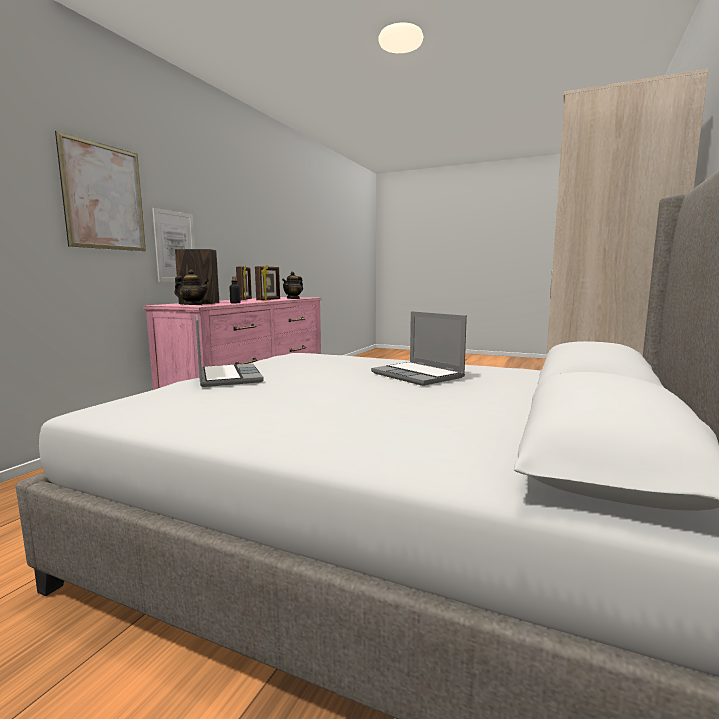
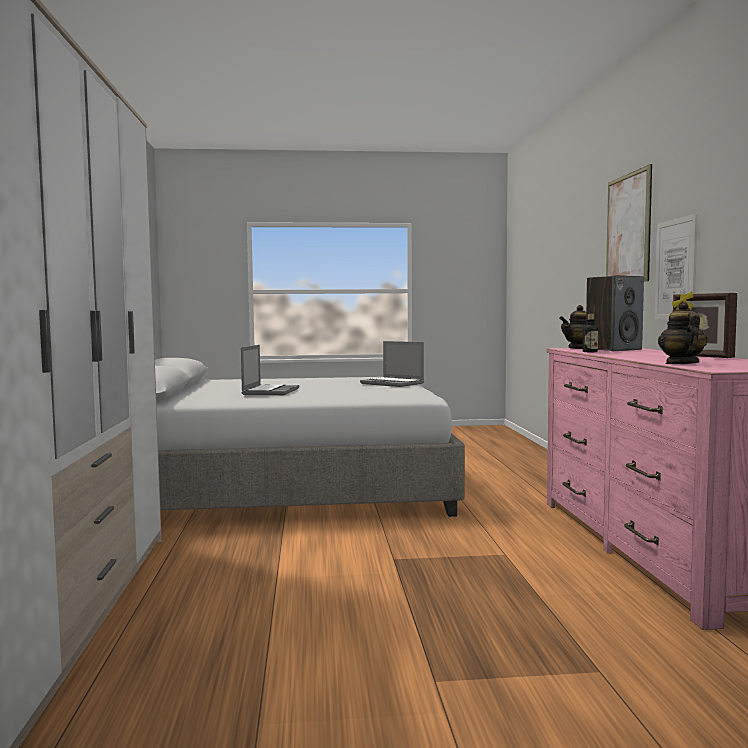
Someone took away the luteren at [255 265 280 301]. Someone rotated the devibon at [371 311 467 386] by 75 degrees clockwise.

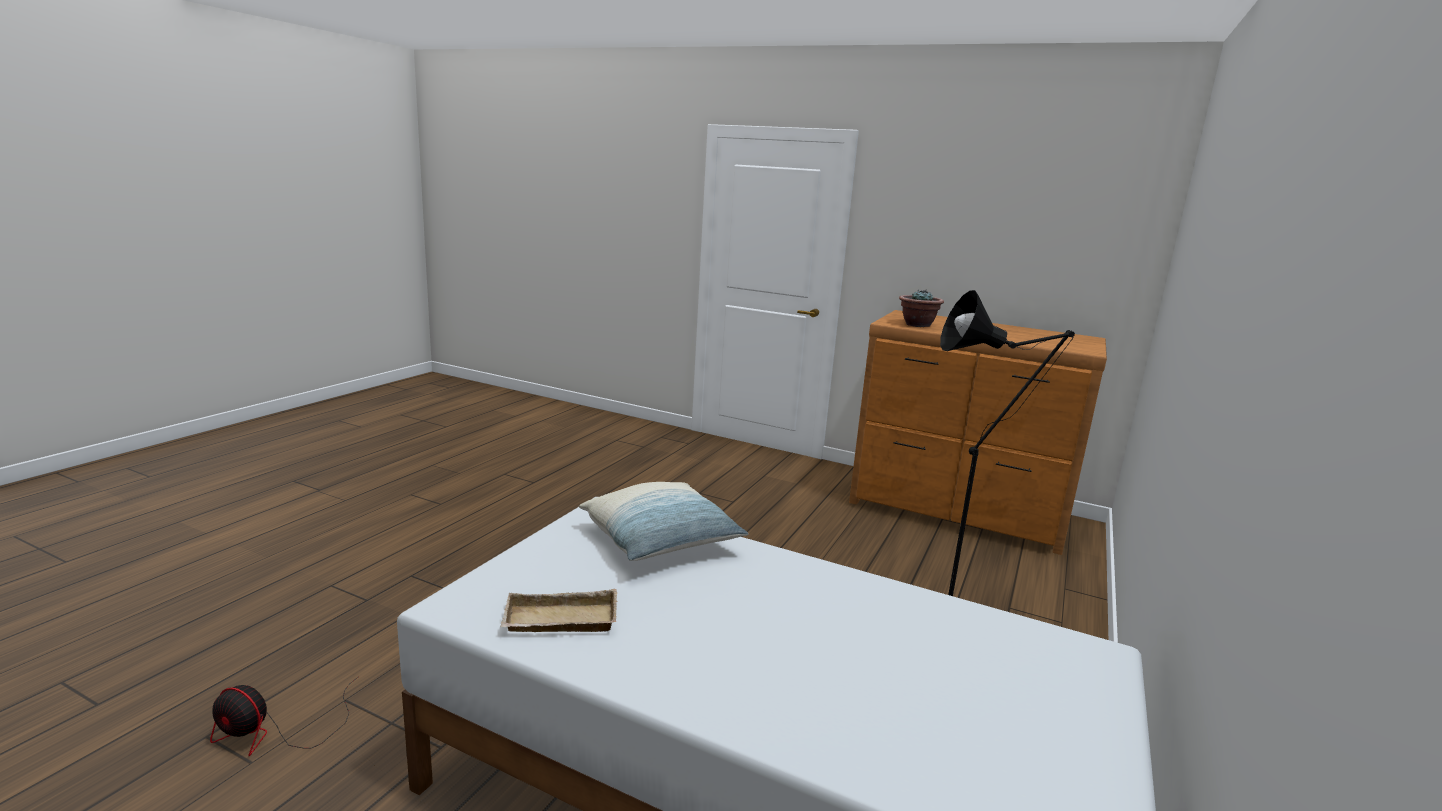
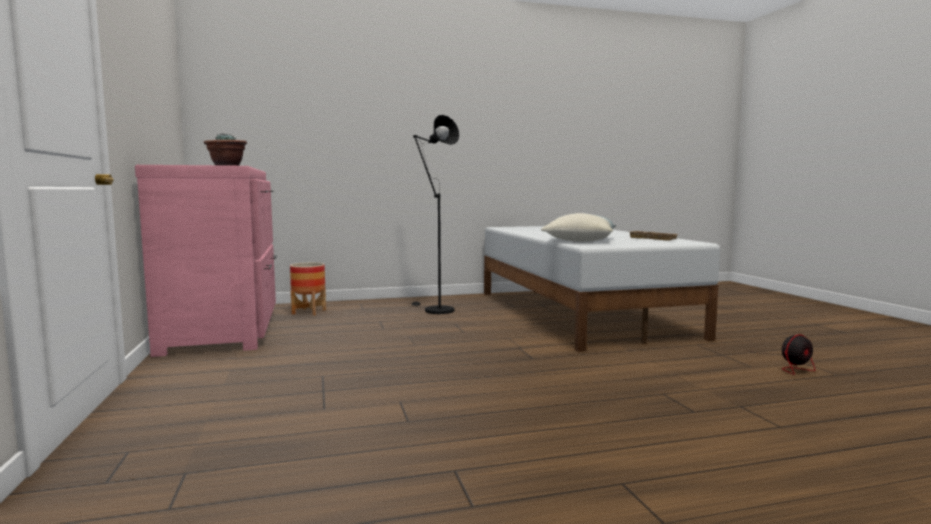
Someone rotated the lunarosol at [210 677 358 756] by 90 degrees clockwise. Someone repainted the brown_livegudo at [849 310 1107 555], which became the pink_livegudo at [135 165 277 357]. Someone put down the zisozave at [290 262 326 316].

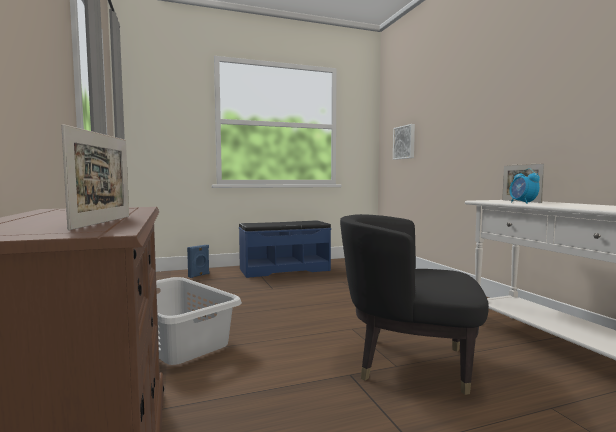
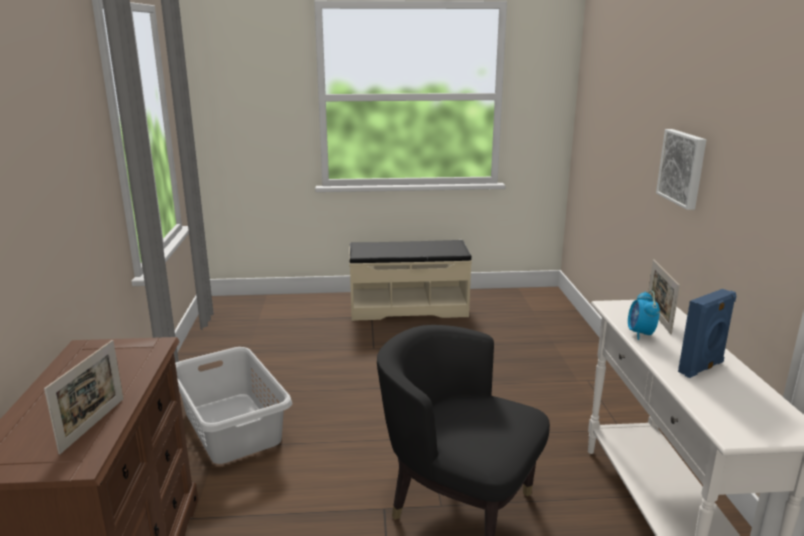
Someone carried the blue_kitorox from [187 245 210 278] to [678 289 736 378]. Someone repainted the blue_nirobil at [239 220 331 278], which became the beige_nirobil at [349 240 472 321]. Someone carried the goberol from [393 124 415 160] to [656 129 706 210].

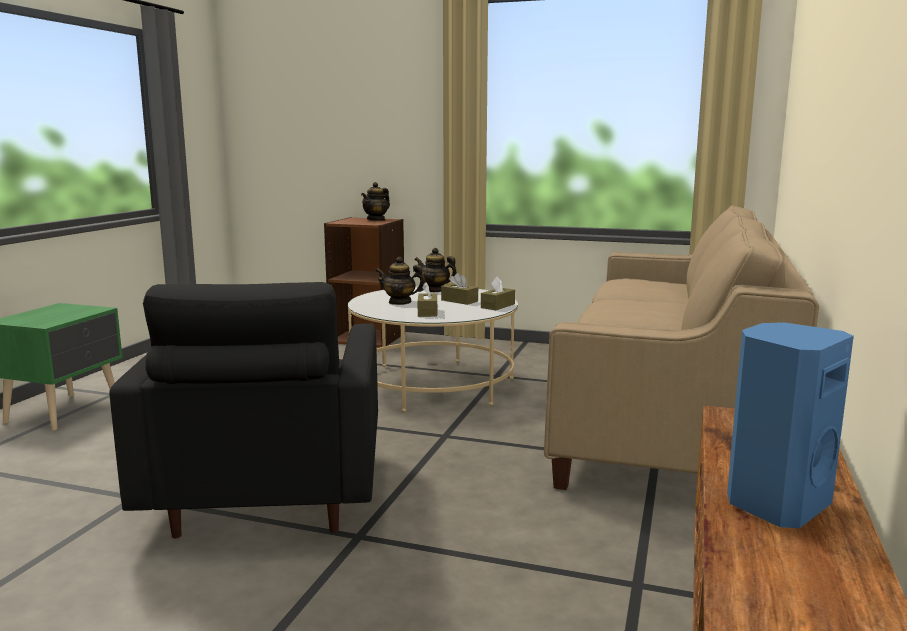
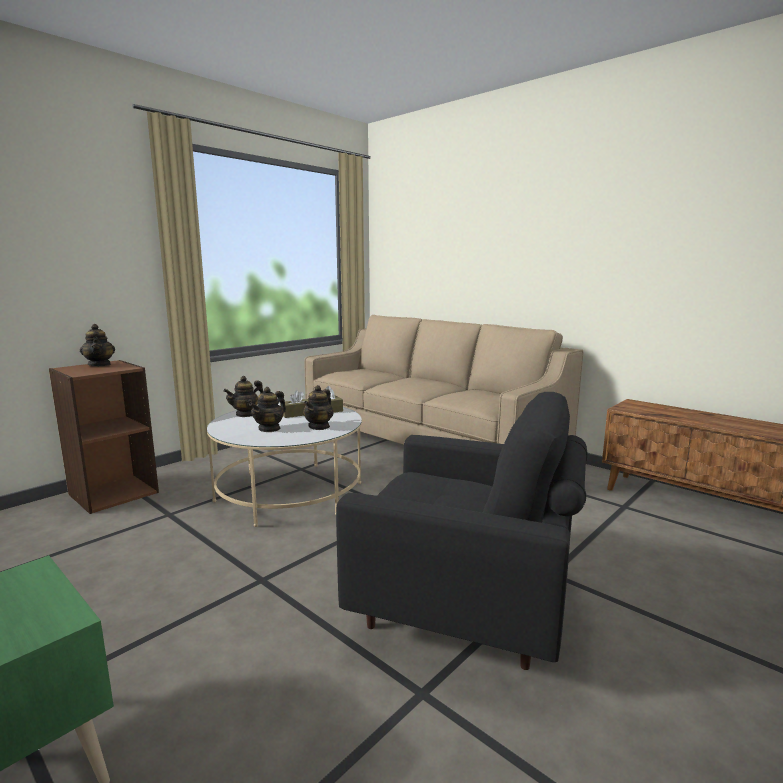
Someone swapped the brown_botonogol at [418 282 437 317] for the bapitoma at [303 385 333 430]. Someone took away the blue_kitorox at [727 322 854 528].

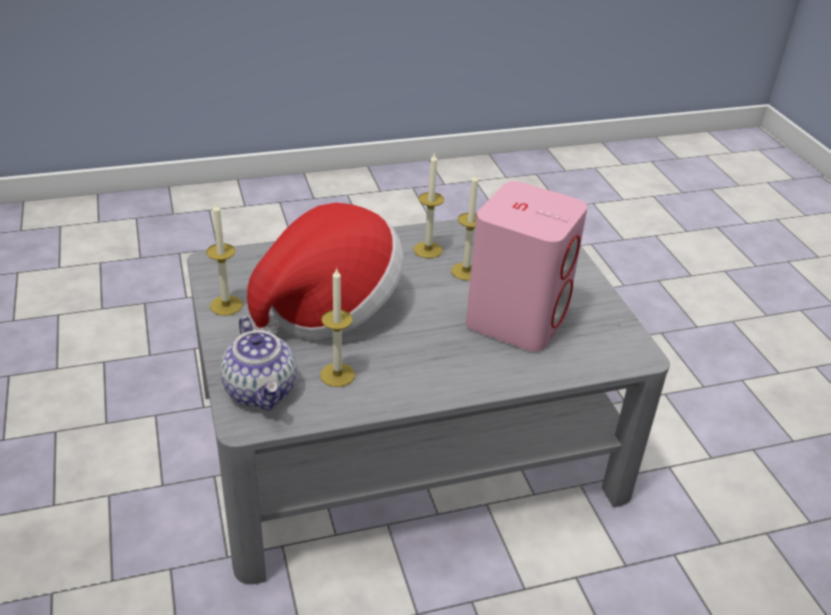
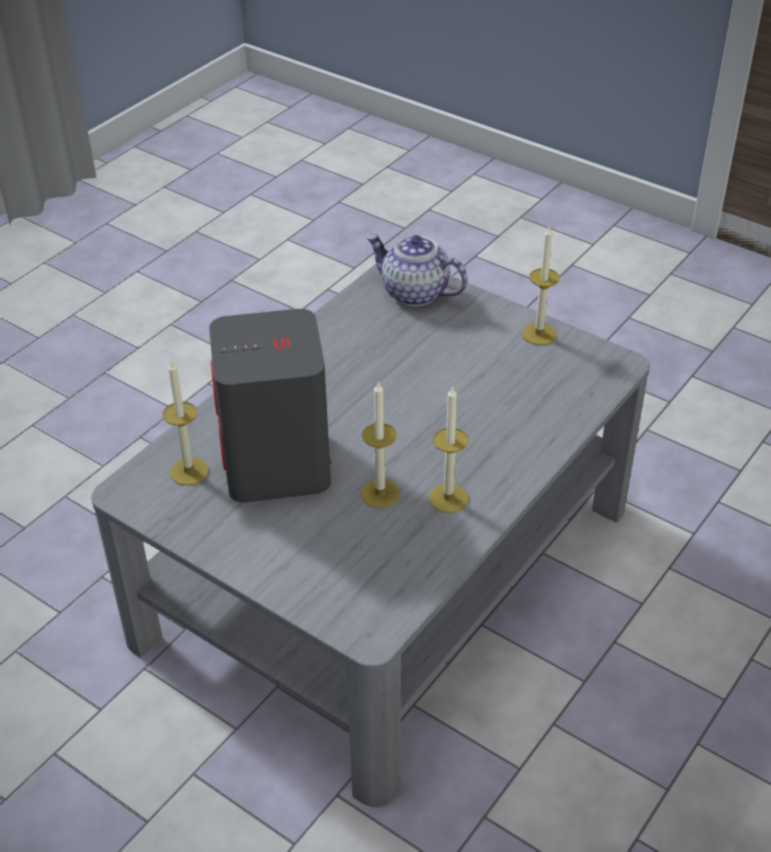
Someone took away the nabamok at [247 203 404 340]. Someone carried the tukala from [320 268 355 387] to [163 360 209 485]. Someone repainted the pink_kitorox at [466 181 587 352], which became the grey_kitorox at [209 309 331 502].

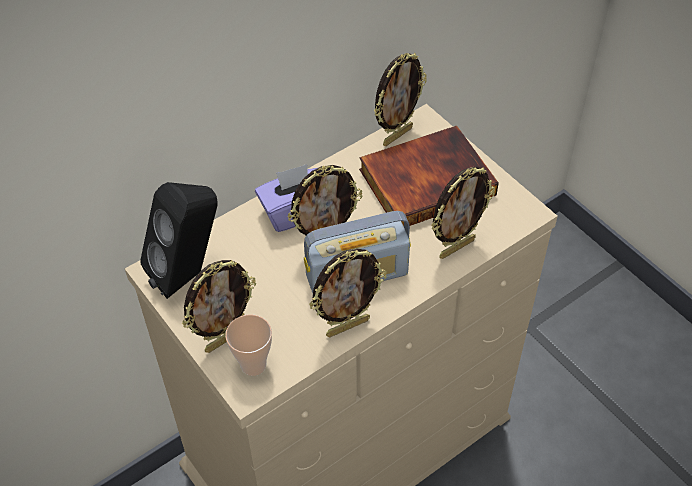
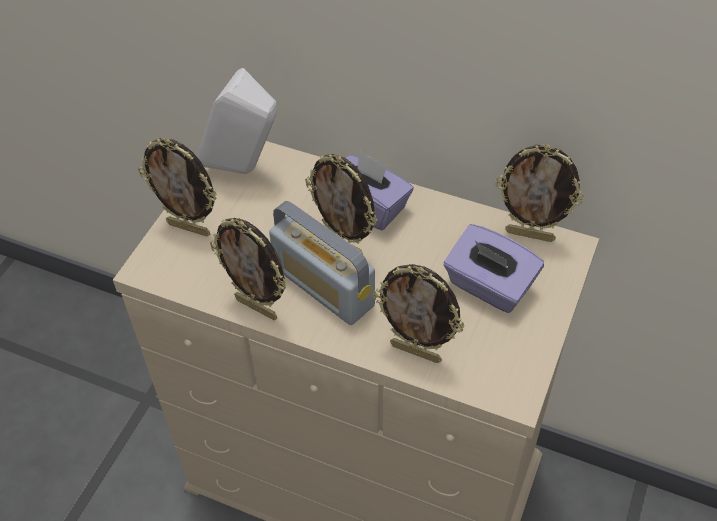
Someone repainted the black_kitorox at [140 182 218 299], which became the white_kitorox at [197 68 277 174]. Someone took away the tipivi at [225 314 272 376]. Someone swapped the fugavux at [359 126 499 226] for the purple_botonogol at [444 224 544 313].

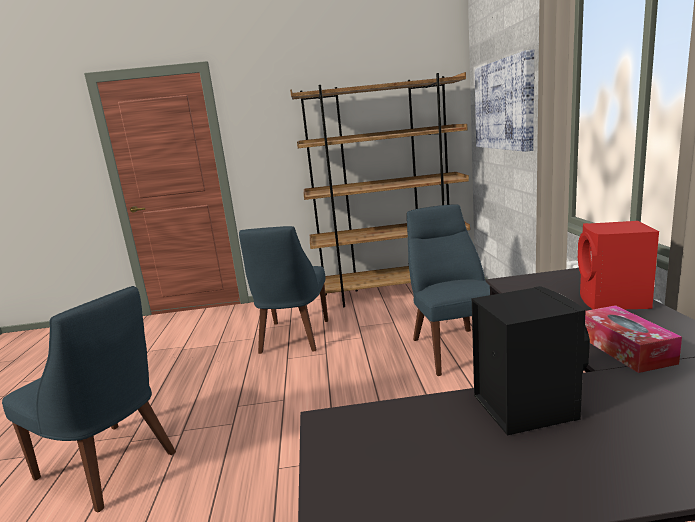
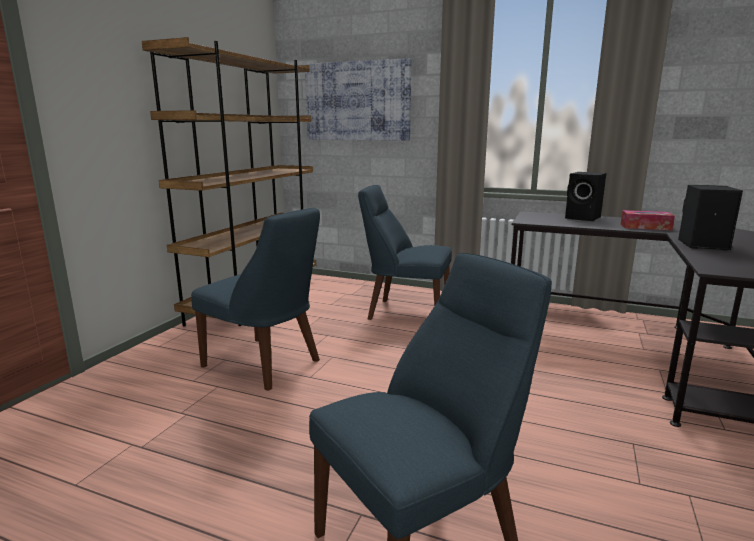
Someone repainted the red_kitorox at [578 221 659 309], which became the black_kitorox at [565 172 606 221].

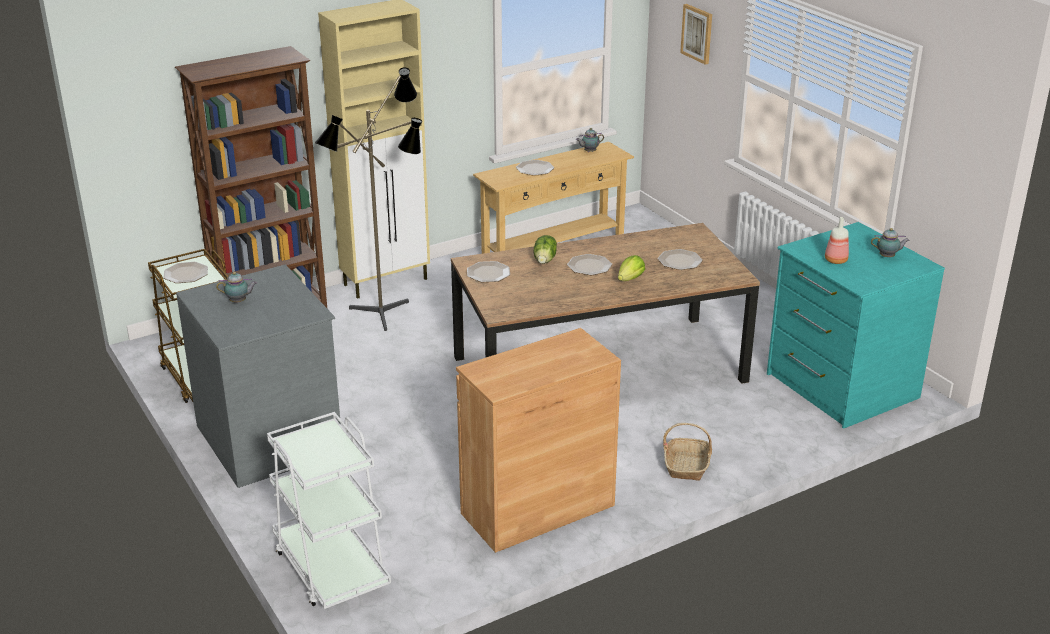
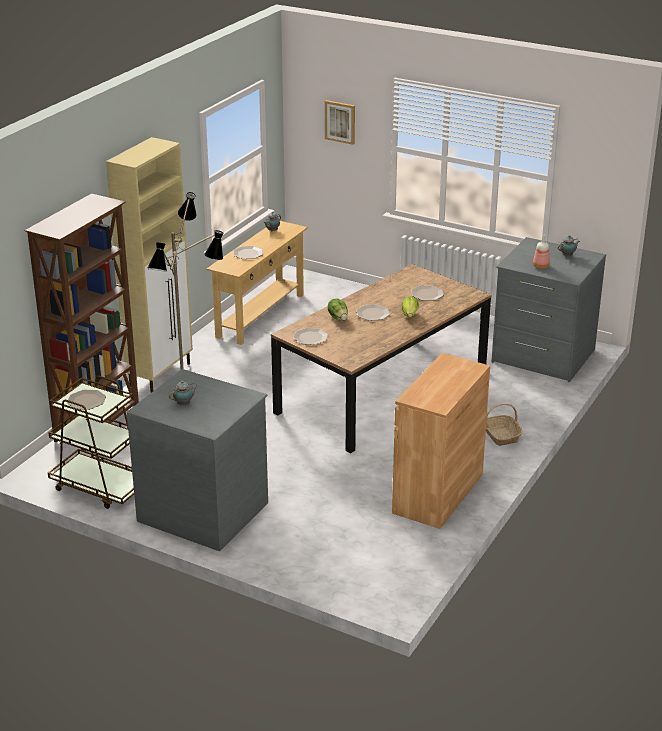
Someone took away the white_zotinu at [267 412 391 609]. Someone repainted the turquoise_livegudo at [767 222 945 429], which became the grey_livegudo at [491 237 606 382].

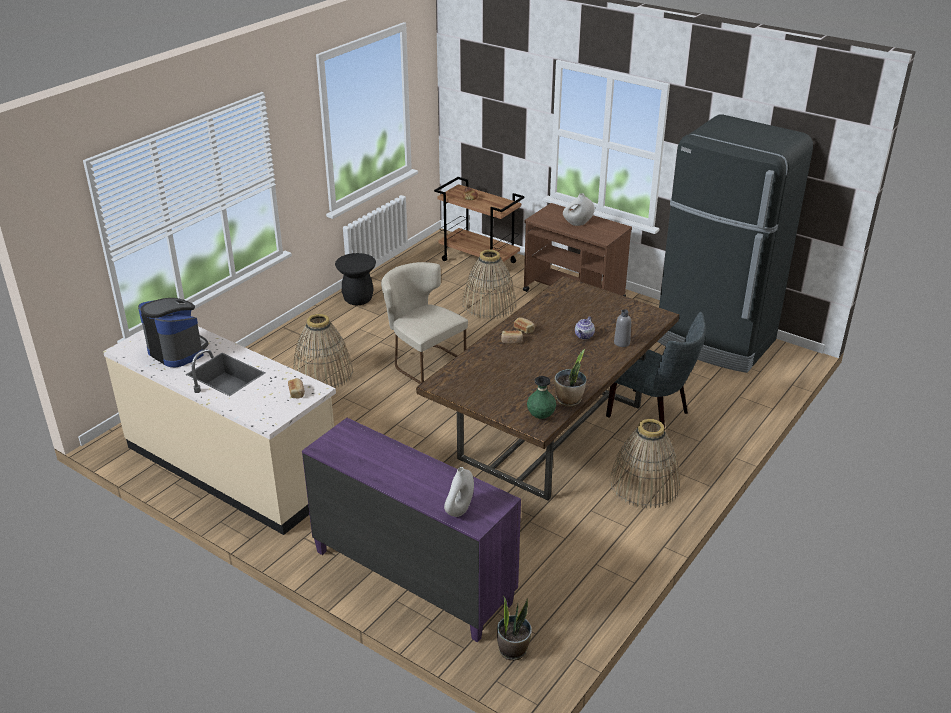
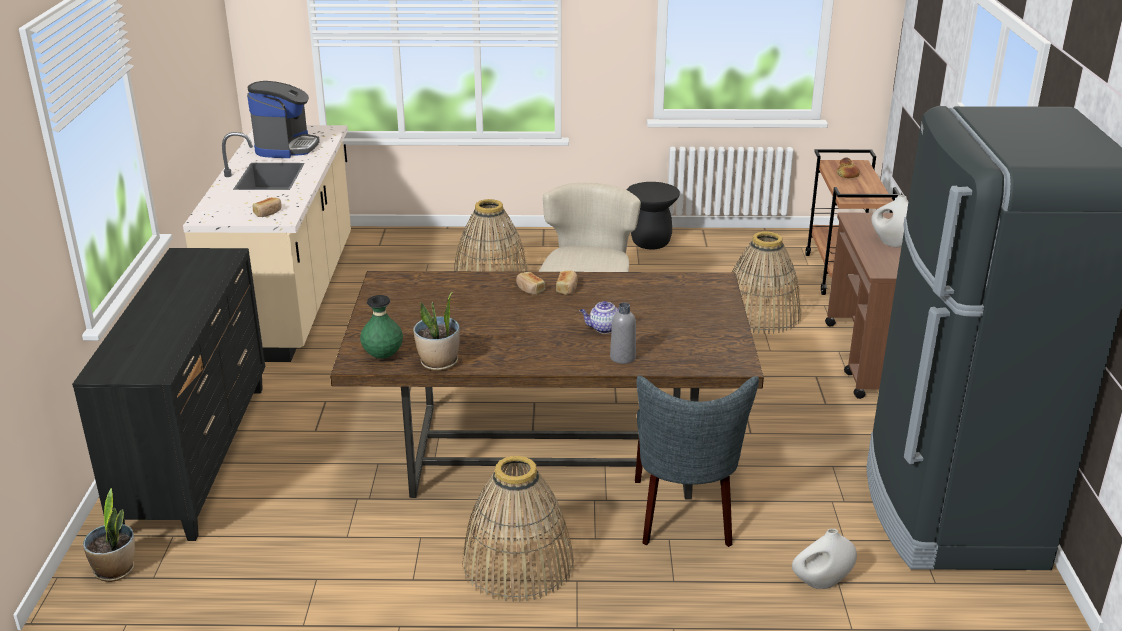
Someone repainted the purple_livegudo at [302 418 521 642], which became the black_livegudo at [72 248 265 541]. Someone carried the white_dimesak from [444 467 474 517] to [792 529 857 589].

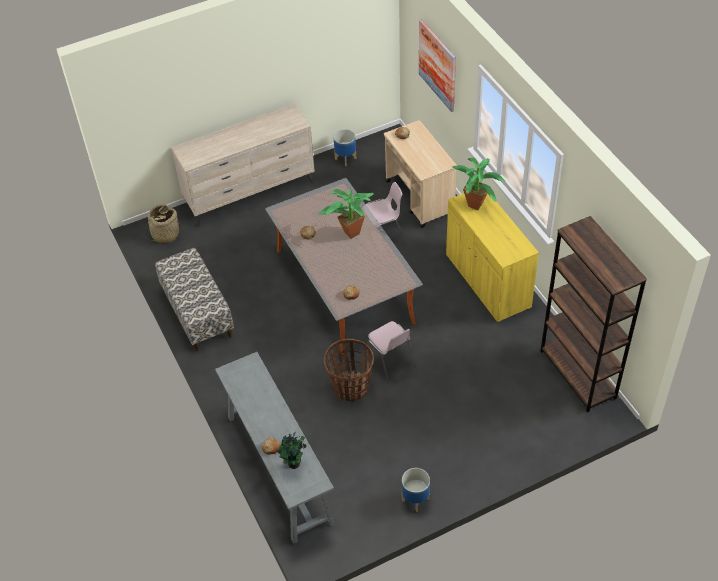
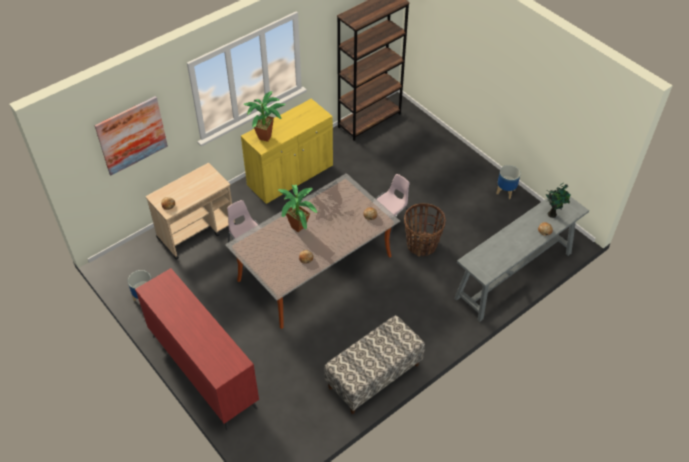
Someone took away the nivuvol at [147 204 179 243]. Someone repainted the beige_livegudo at [171 104 315 226], which became the red_livegudo at [135 268 259 430].

